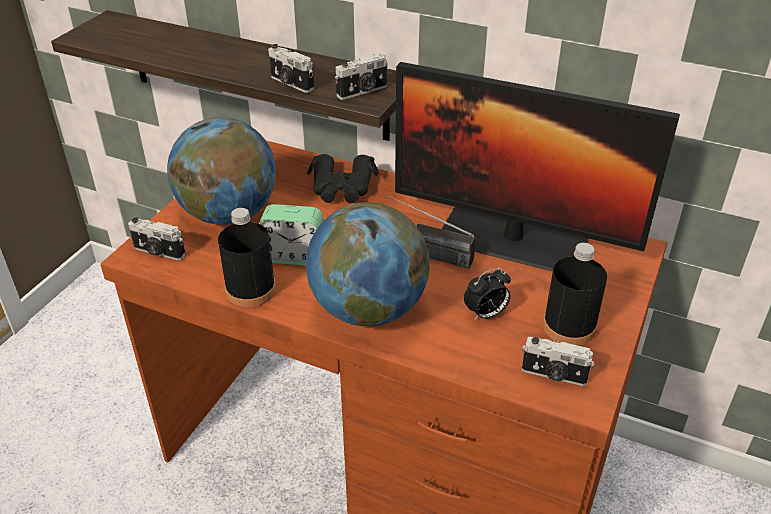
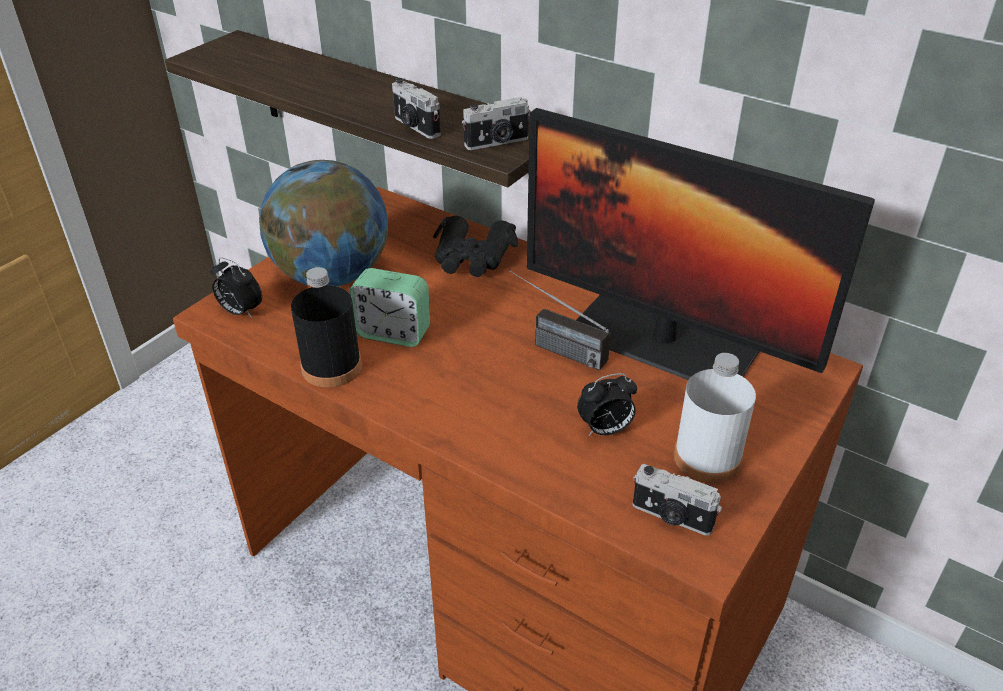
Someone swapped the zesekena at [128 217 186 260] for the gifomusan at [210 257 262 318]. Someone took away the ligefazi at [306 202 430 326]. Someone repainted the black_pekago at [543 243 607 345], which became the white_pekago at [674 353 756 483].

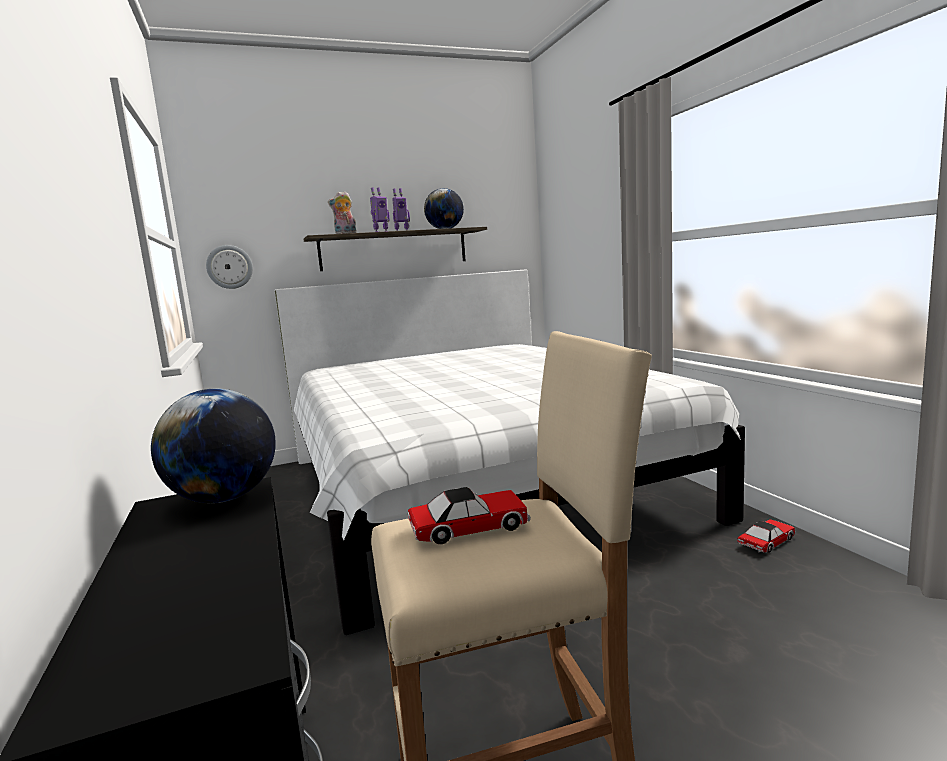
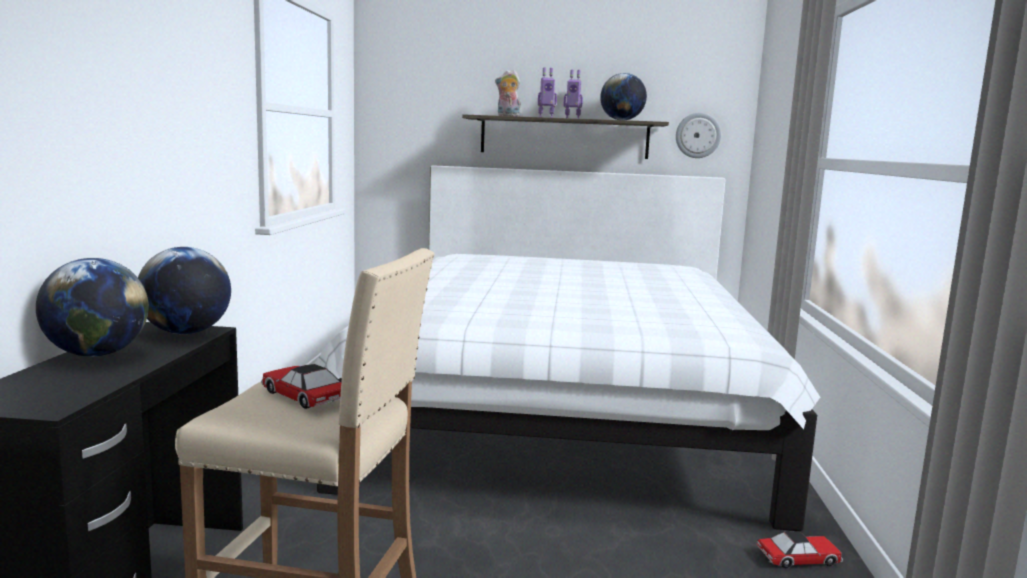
Someone carried the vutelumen from [206 245 253 289] to [676 113 721 158]. Someone rotated the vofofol at [408 487 531 544] by 150 degrees counterclockwise. Someone put down the ligefazi at [36 258 149 357].

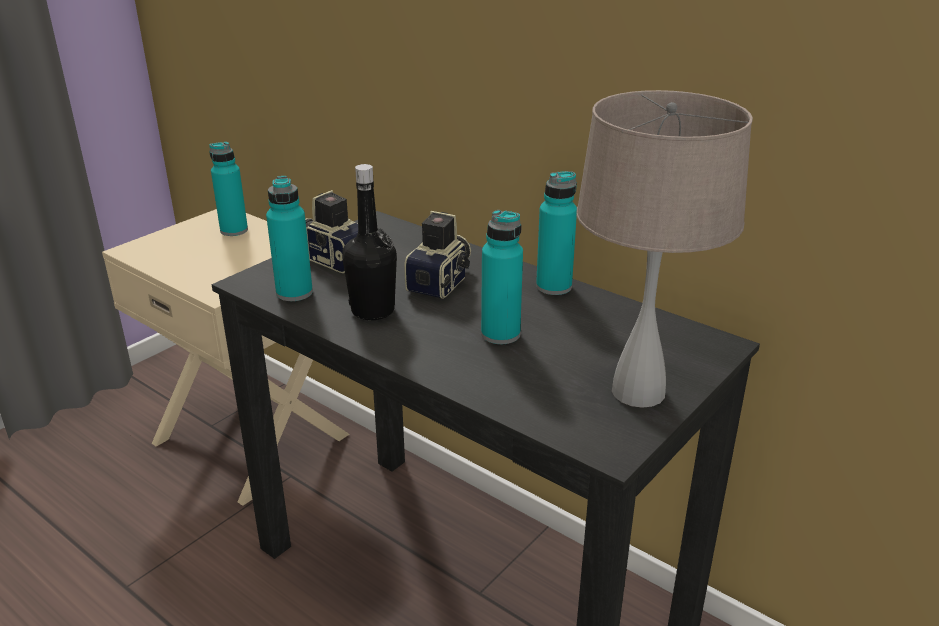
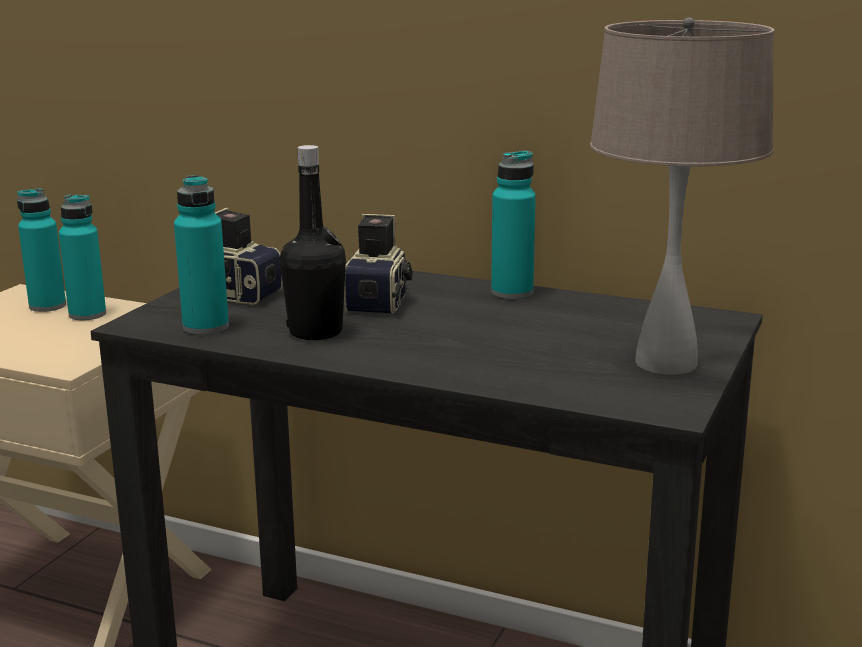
Someone carried the turquoise_pekago from [481 210 523 344] to [59 194 106 320].

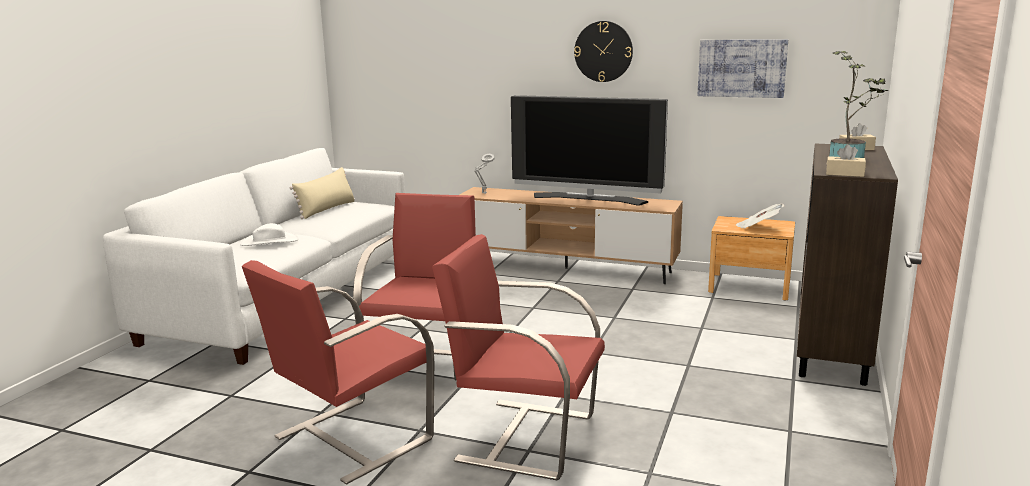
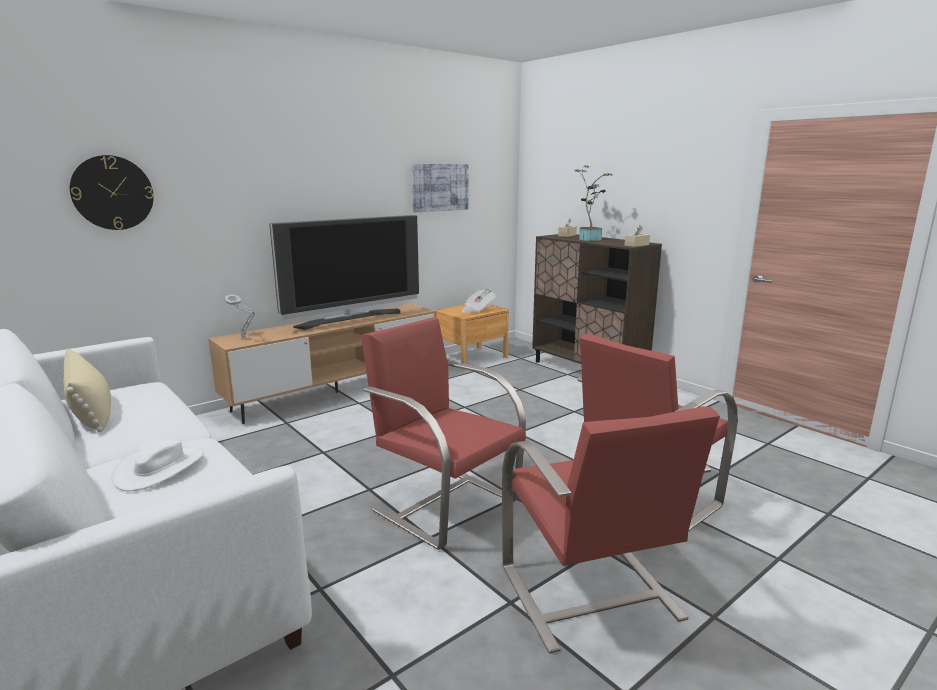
Someone carried the vutelumen from [574 21 633 82] to [70 155 154 230].

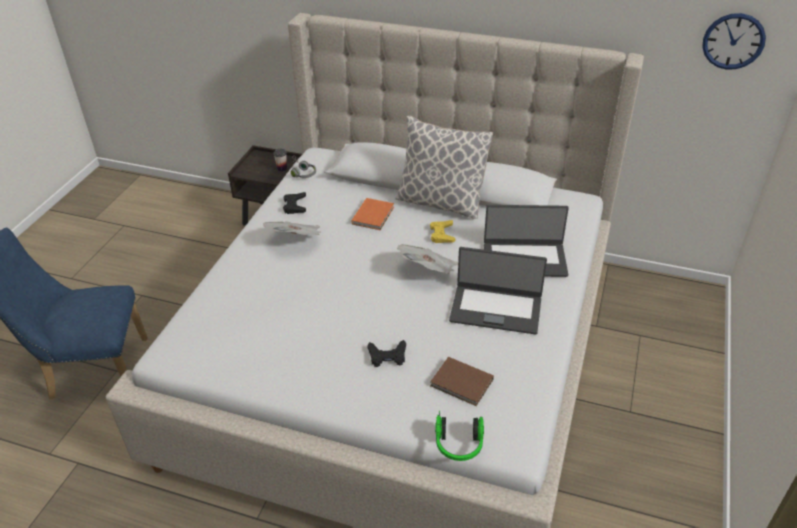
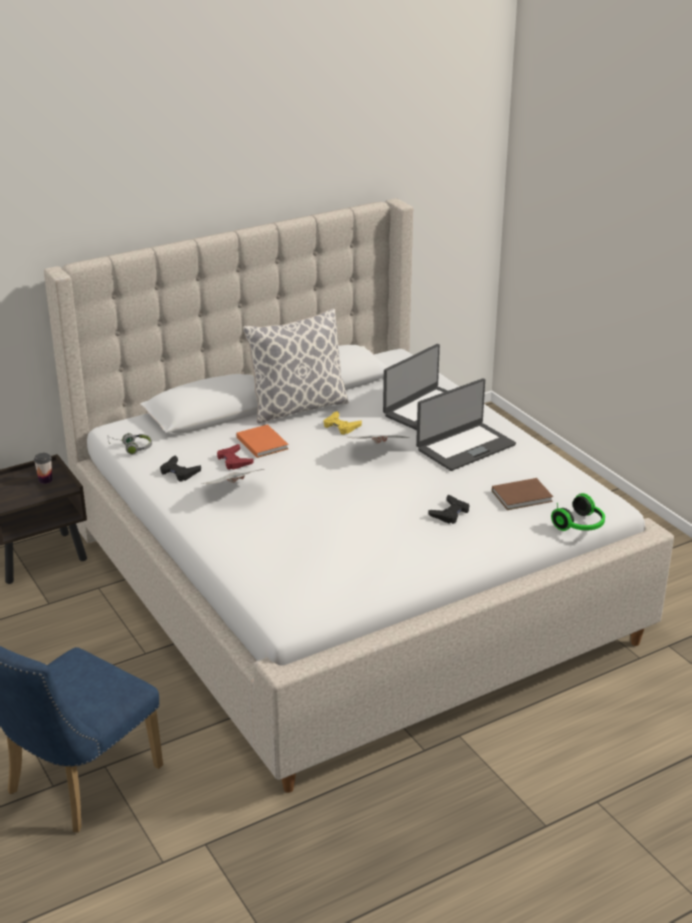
Someone took away the vutelumen at [702 13 766 69]. Someone put down the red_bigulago at [217 444 254 470].

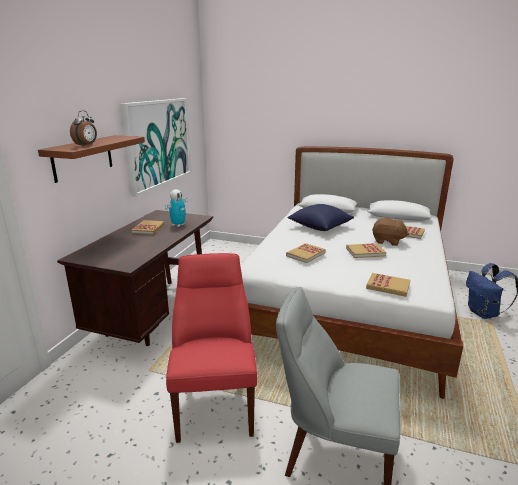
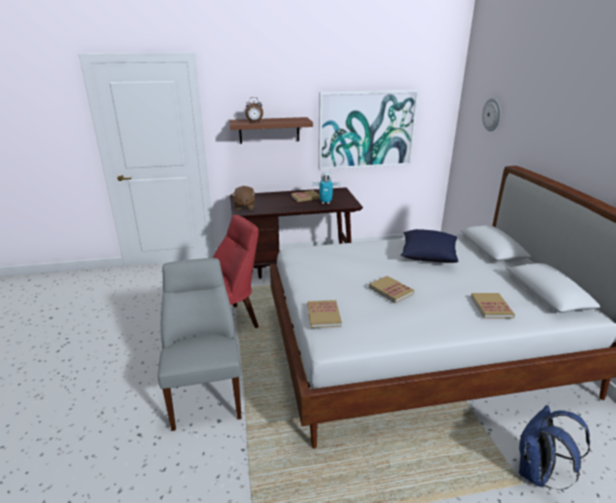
Someone took away the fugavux at [286 243 326 263]. Someone carried the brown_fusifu from [372 218 409 246] to [232 186 256 210]. Someone put up the vutelumen at [482 98 501 131].

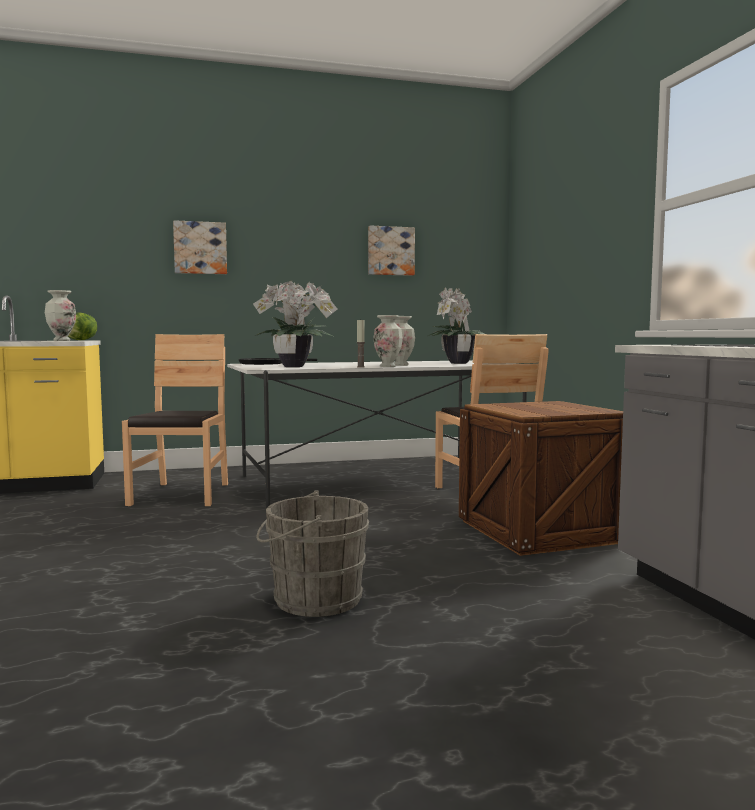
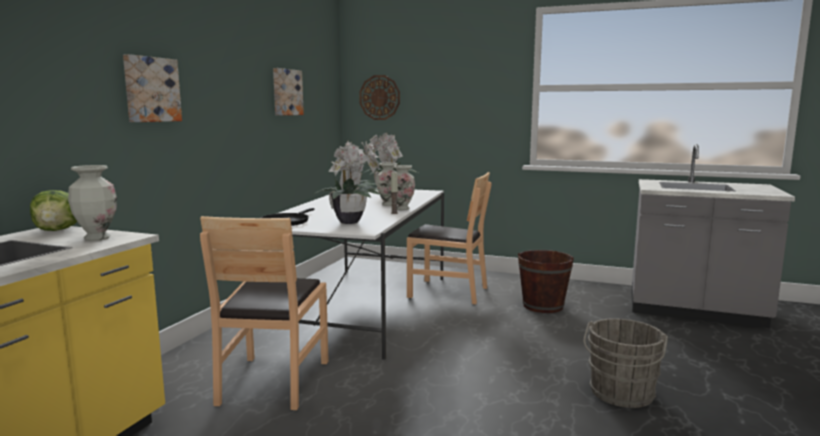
Someone rotated the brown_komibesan at [122 334 228 506] by 120 degrees counterclockwise. Someone swapped the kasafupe at [459 401 623 556] for the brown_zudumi at [518 250 574 313]. Someone put up the vutelumen at [359 75 400 120].

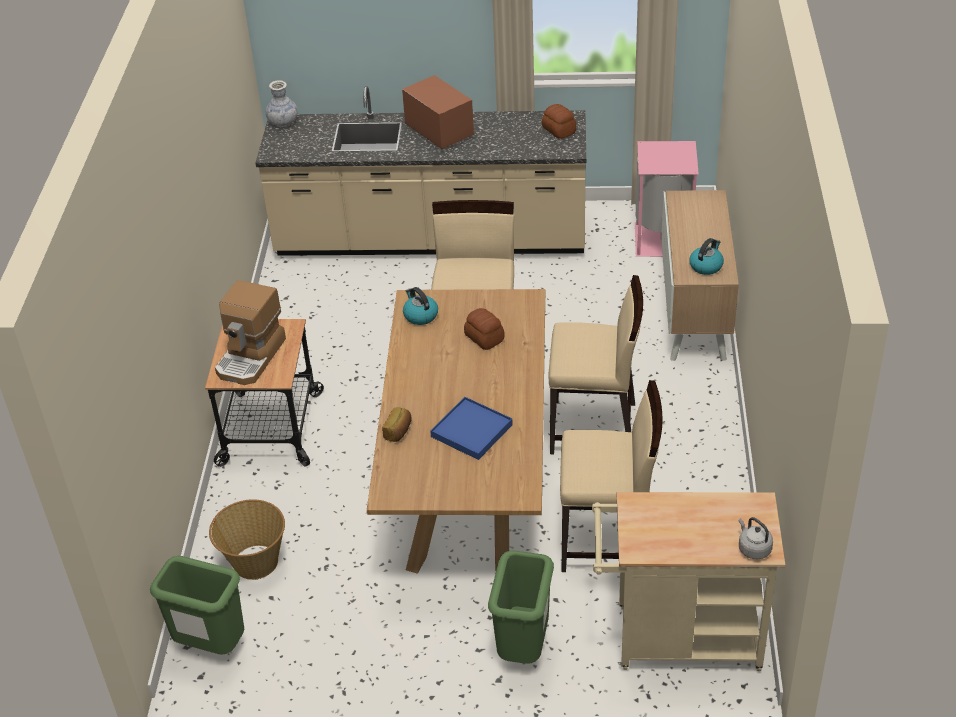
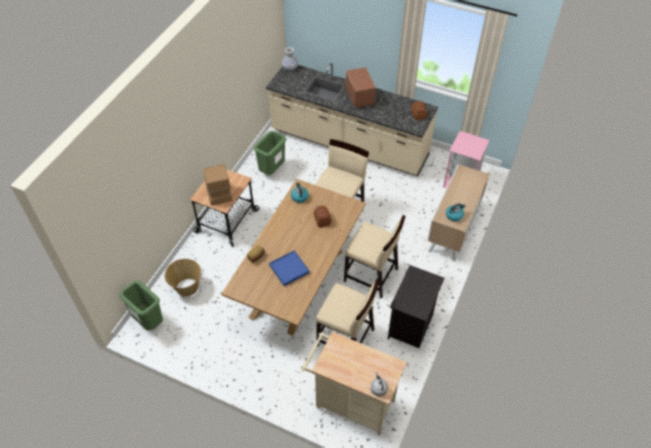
Someone rotated the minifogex at [215 280 286 385] by 120 degrees clockwise. Someone carried the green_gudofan from [488 551 554 664] to [253 131 286 175]. Someone put down the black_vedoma at [388 265 445 348].

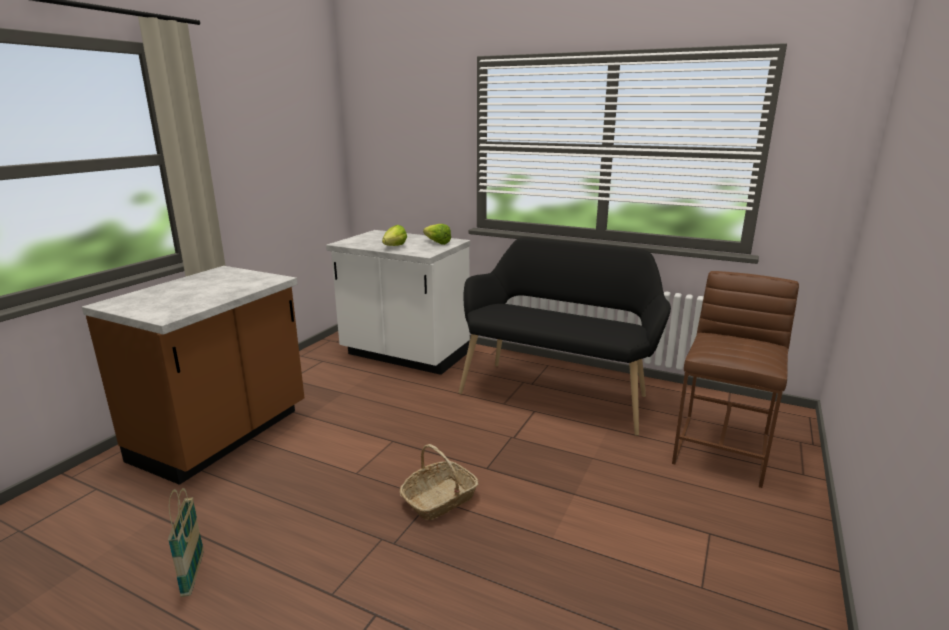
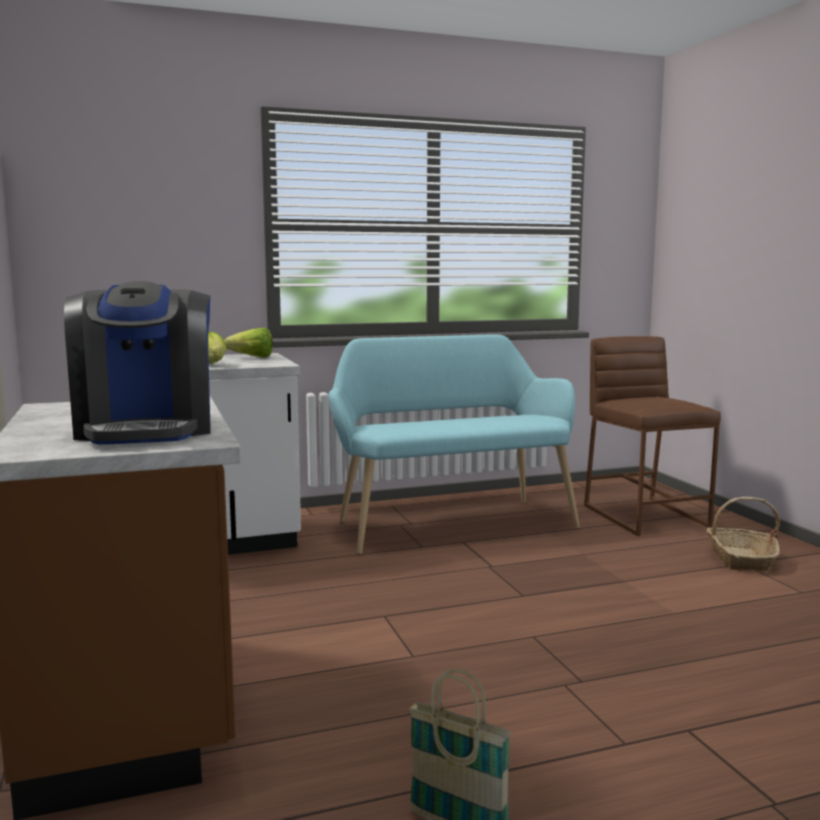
Someone carried the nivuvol from [400 444 478 520] to [707 497 780 571]. Someone repainted the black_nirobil at [459 238 671 436], which became the turquoise_nirobil at [329 334 580 555]. Someone put down the minifogex at [64 281 211 445].

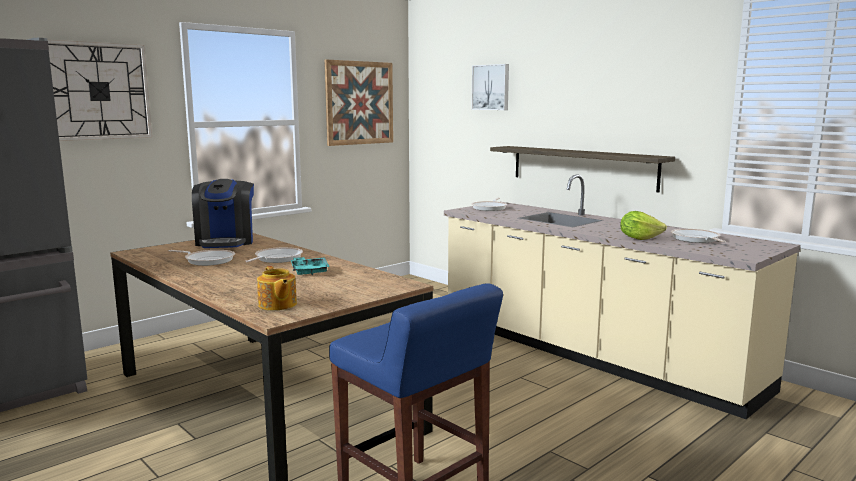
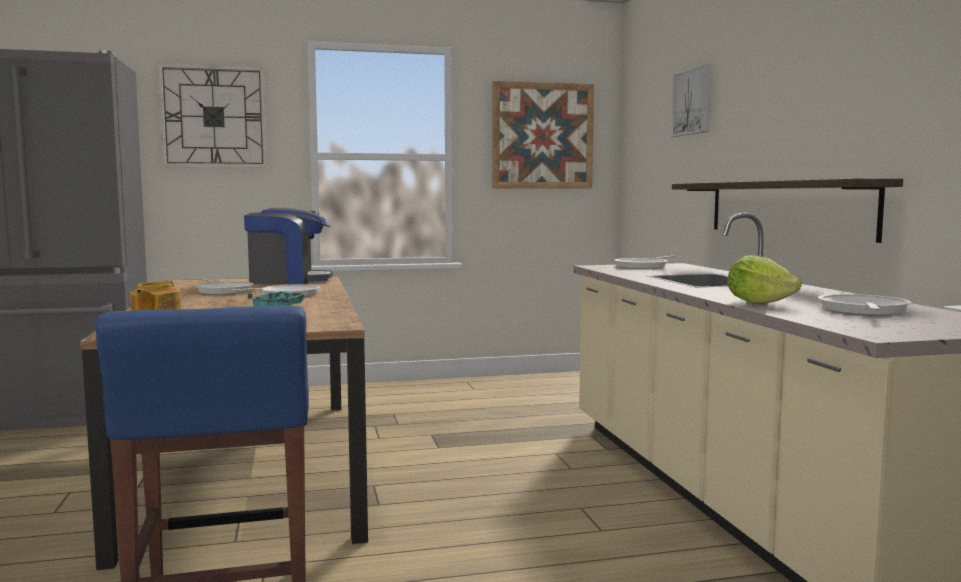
Someone rotated the minifogex at [192 179 254 248] by 120 degrees counterclockwise.

